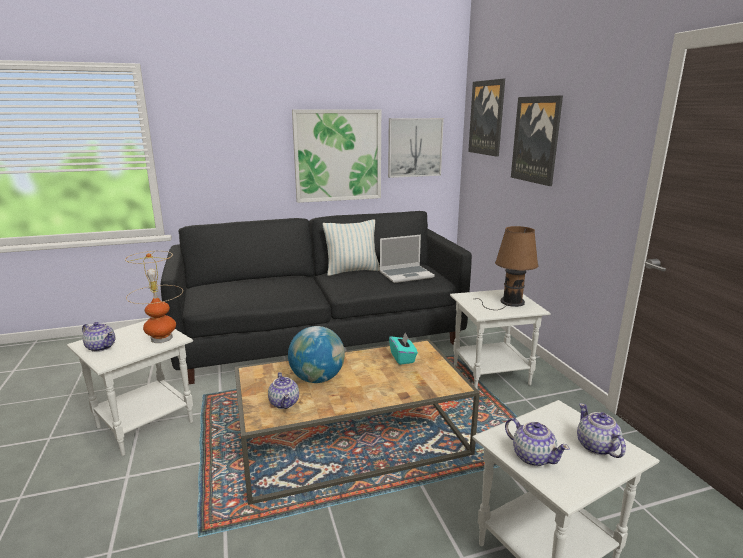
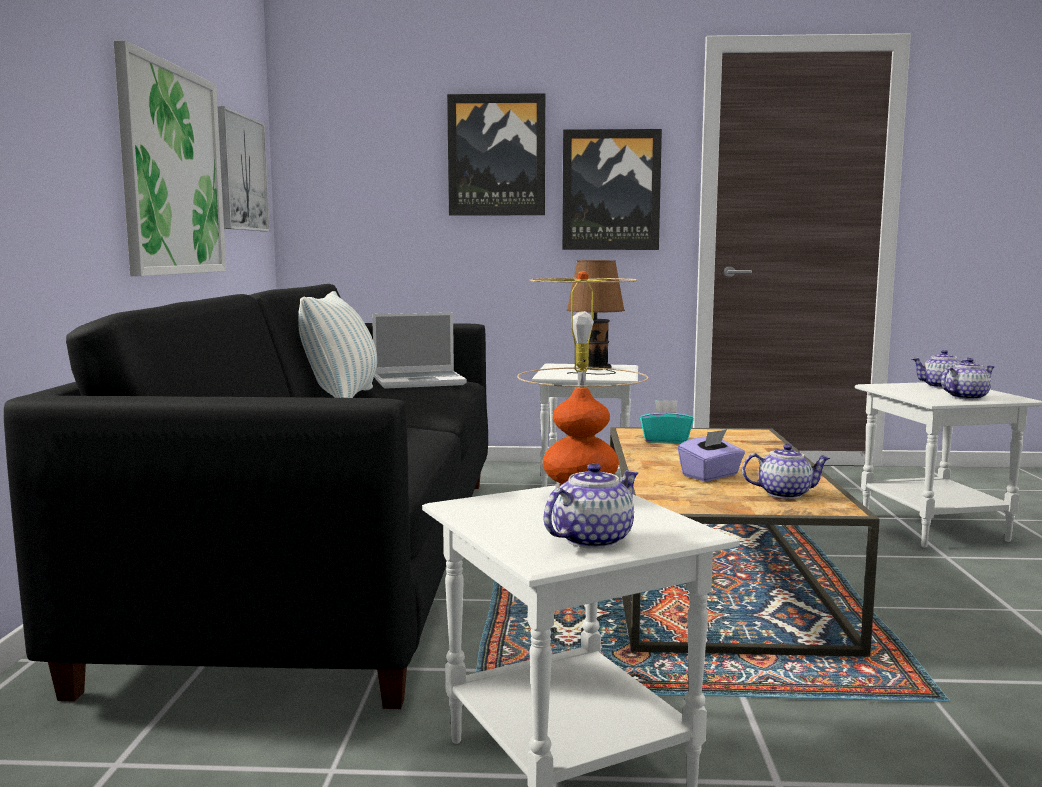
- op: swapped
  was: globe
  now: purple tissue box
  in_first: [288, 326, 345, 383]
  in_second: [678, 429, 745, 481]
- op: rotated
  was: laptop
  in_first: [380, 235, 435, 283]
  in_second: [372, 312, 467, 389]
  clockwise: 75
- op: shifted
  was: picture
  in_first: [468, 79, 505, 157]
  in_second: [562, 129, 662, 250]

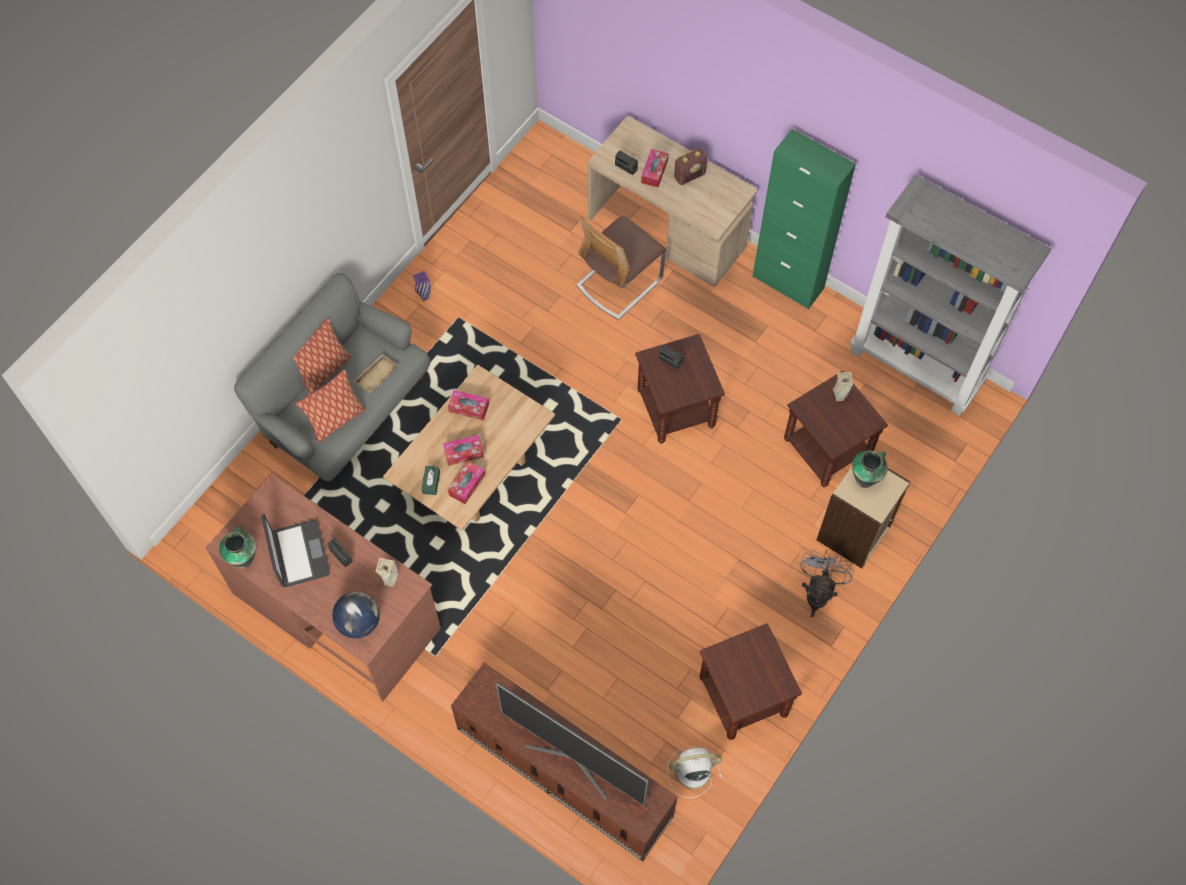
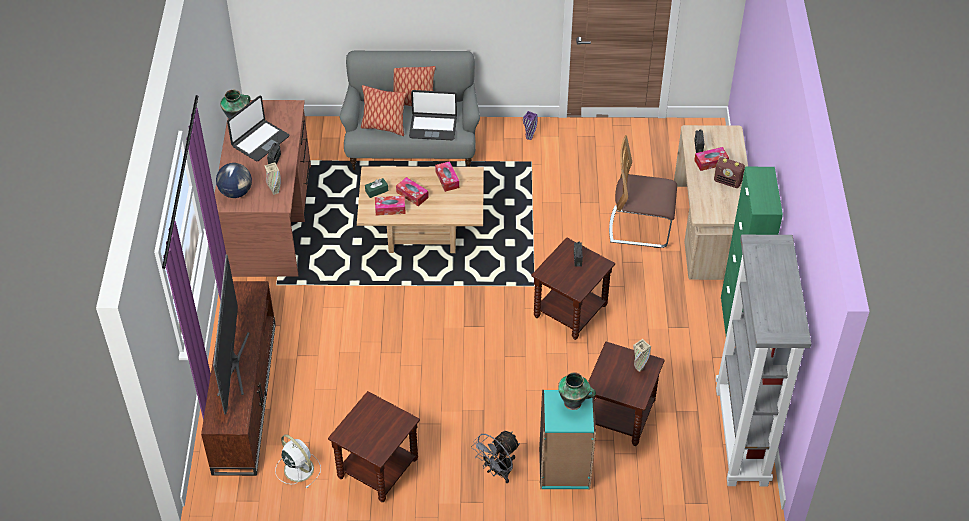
- op: swapped
  was: beige tray
  now: laptop
  in_first: [354, 354, 398, 393]
  in_second: [409, 90, 457, 140]
- op: rotated
  was: grey fan
  in_first: [800, 549, 854, 617]
  in_second: [471, 431, 520, 483]
  clockwise: 150
- op: repainted
  was: beige bookcase
  now: turquoise bookcase
  in_first: [816, 467, 910, 568]
  in_second: [539, 390, 596, 490]

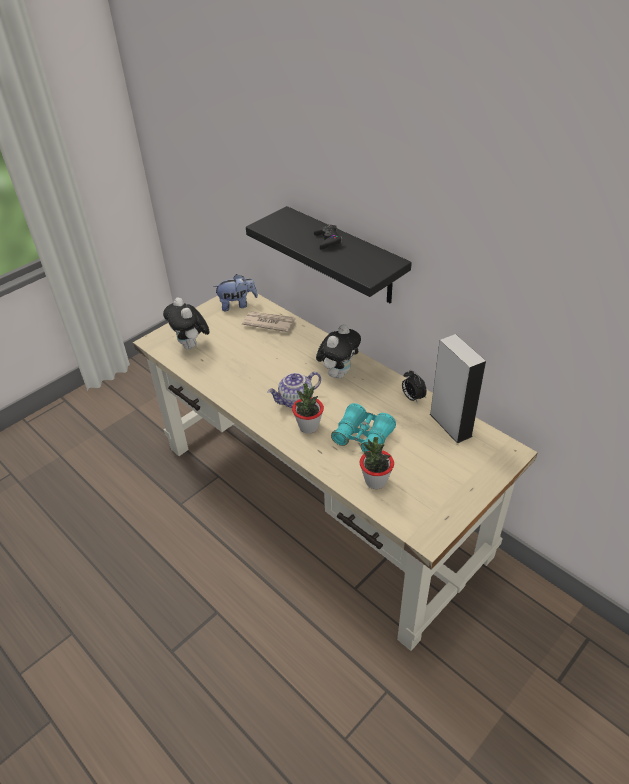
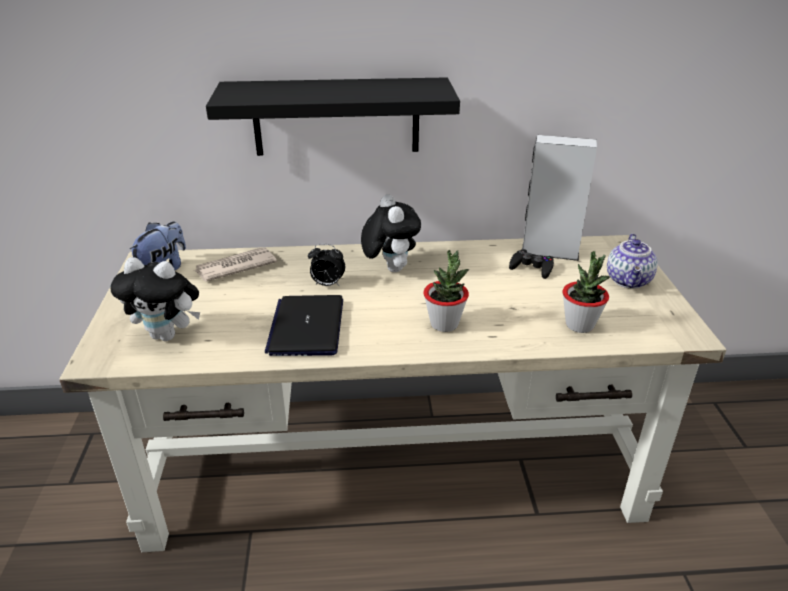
- op: shifted
  was: teapot
  in_first: [267, 372, 321, 408]
  in_second: [607, 233, 658, 289]
- op: shifted
  was: black game controller
  in_first: [314, 225, 342, 249]
  in_second: [509, 249, 554, 279]
- op: gone
  was: turquoise binoculars
  in_first: [331, 403, 396, 452]
- op: shifted
  was: alarm clock
  in_first: [402, 370, 427, 404]
  in_second: [308, 244, 345, 286]
- op: new
  now: laptop
  in_second: [265, 295, 343, 356]

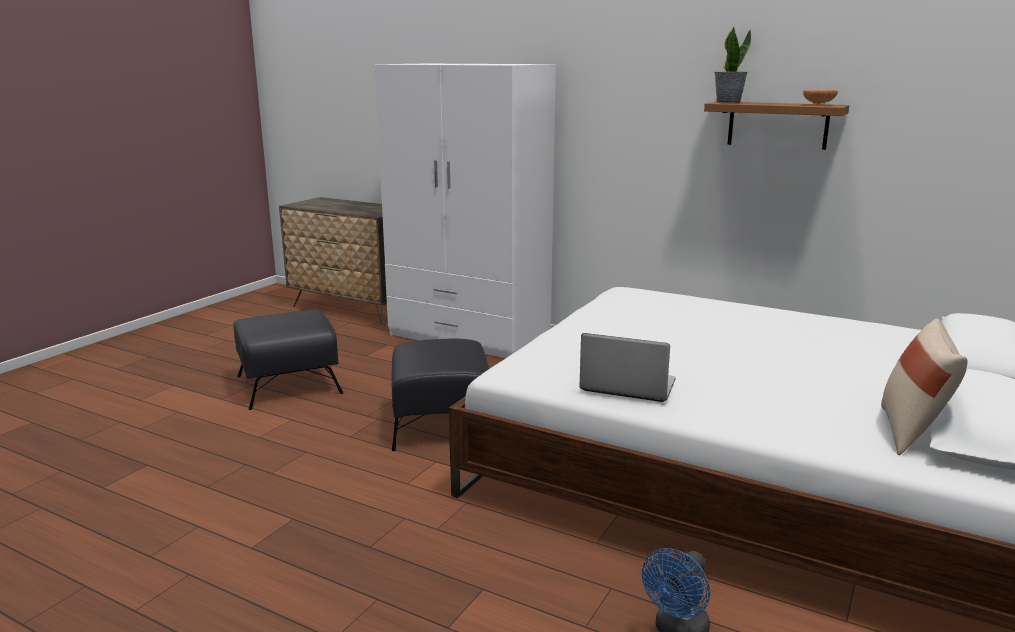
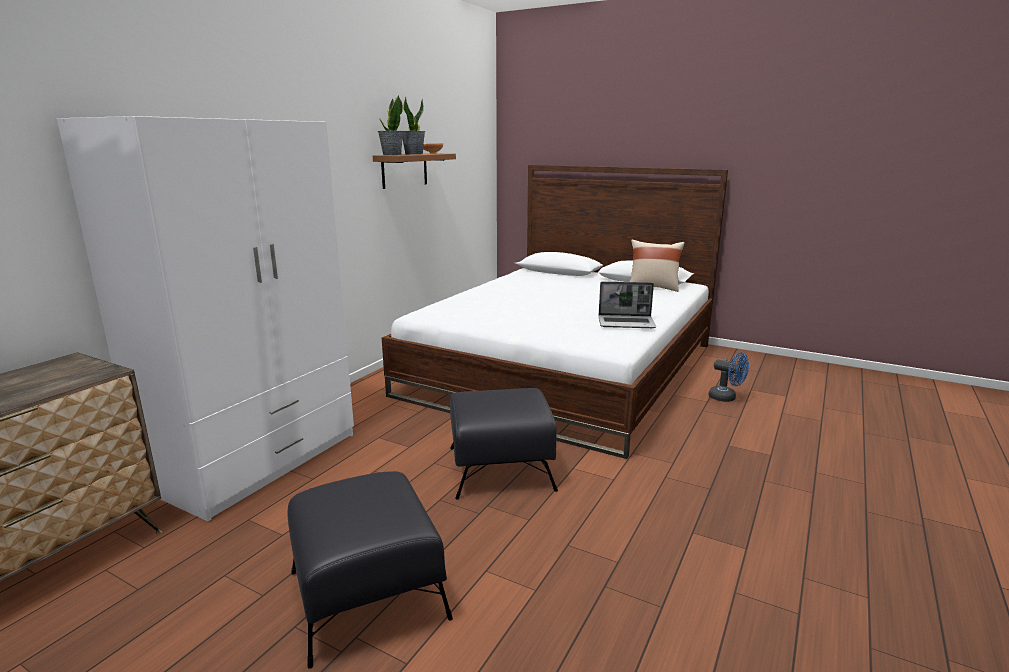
- op: rotated
  was: laptop
  in_first: [579, 333, 676, 402]
  in_second: [599, 282, 656, 328]
  clockwise: -105
- op: new
  now: potted plant
  in_second: [402, 96, 425, 155]

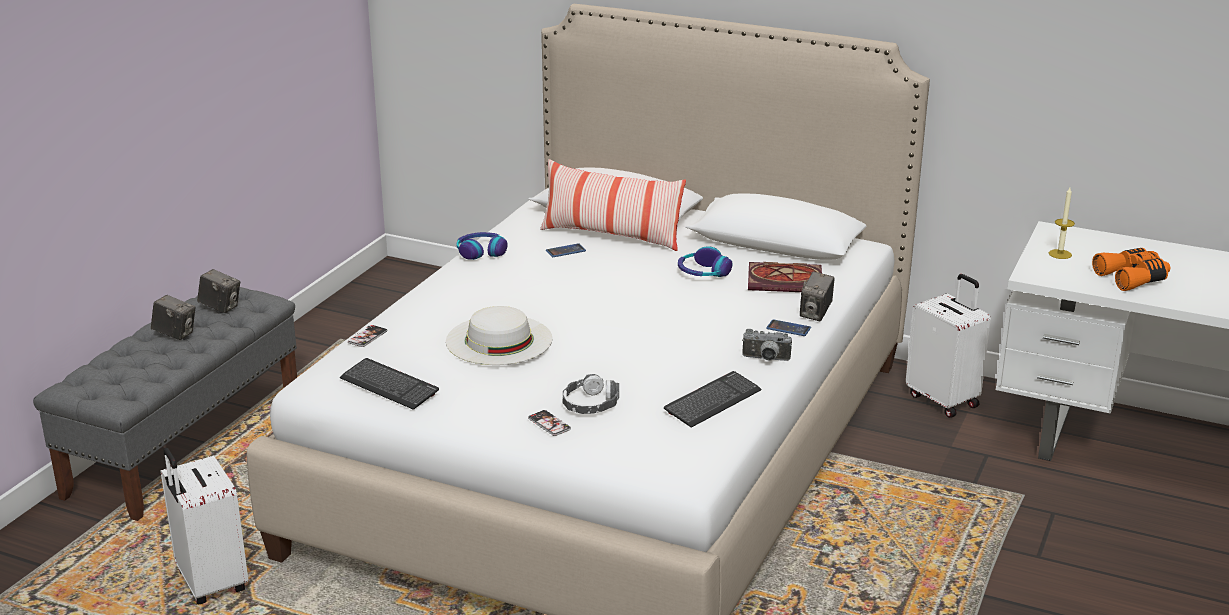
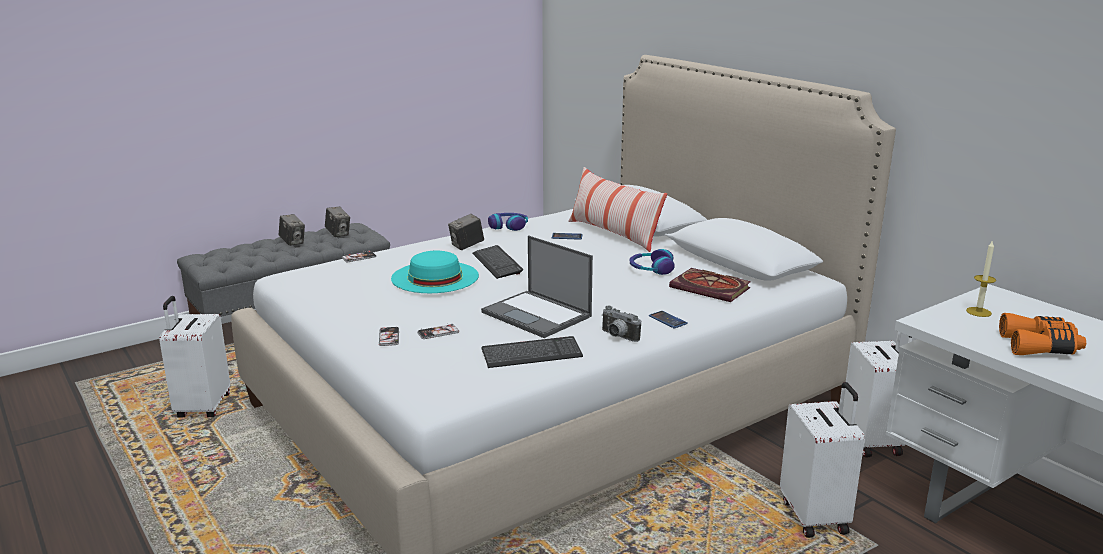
- op: shifted
  was: keyboard
  in_first: [340, 358, 439, 410]
  in_second: [472, 245, 523, 279]
- op: repainted
  was: white hat
  now: turquoise hat
  in_first: [446, 306, 553, 365]
  in_second: [391, 251, 479, 293]
- op: swapped
  was: headphones
  now: phone
  in_first: [563, 374, 619, 414]
  in_second: [417, 323, 459, 339]
- op: shifted
  was: photo camera
  in_first: [800, 271, 834, 322]
  in_second: [448, 213, 484, 250]
- op: new
  now: laptop
  in_second: [481, 235, 593, 338]
- op: new
  now: white suitcase
  in_second: [780, 382, 865, 538]

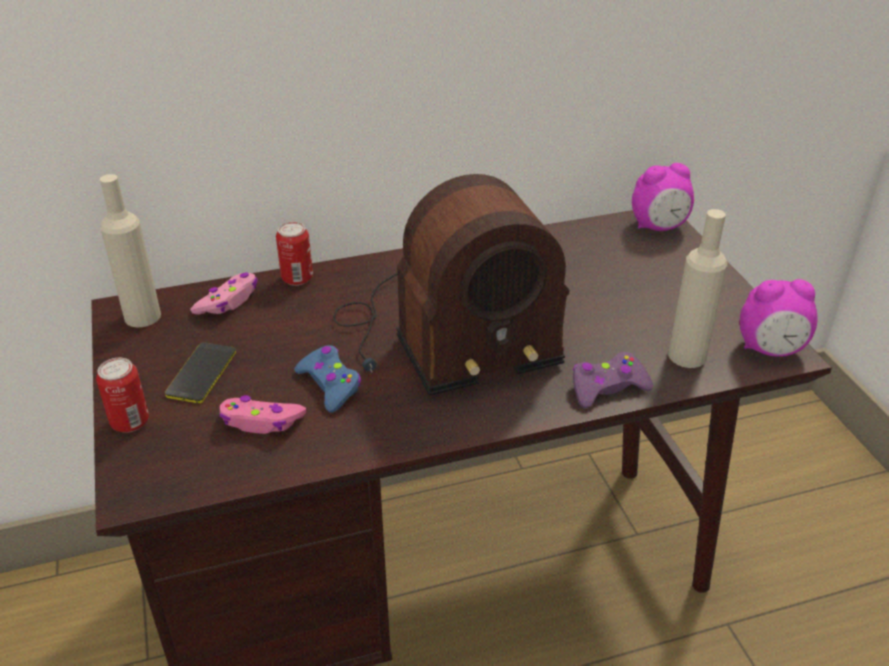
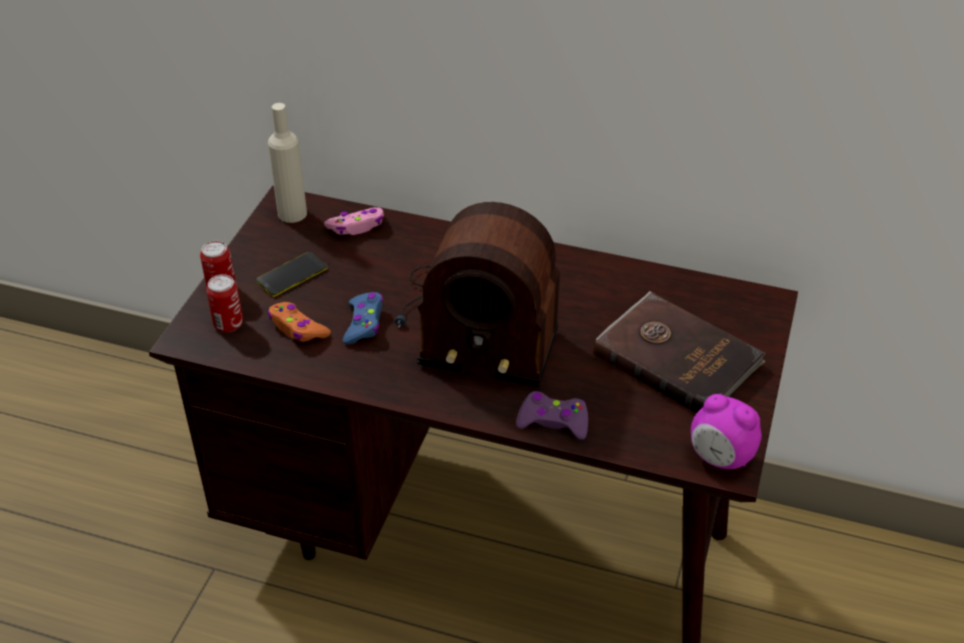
- op: repainted
  was: pink game controller
  now: orange game controller
  in_first: [219, 395, 306, 434]
  in_second: [267, 302, 331, 342]
- op: shifted
  was: can
  in_first: [276, 222, 313, 286]
  in_second: [206, 274, 243, 332]
- op: gone
  was: alarm clock
  in_first: [632, 163, 694, 231]
- op: gone
  was: beige bottle
  in_first: [668, 209, 727, 368]
- op: new
  now: brown book
  in_second: [594, 291, 765, 413]

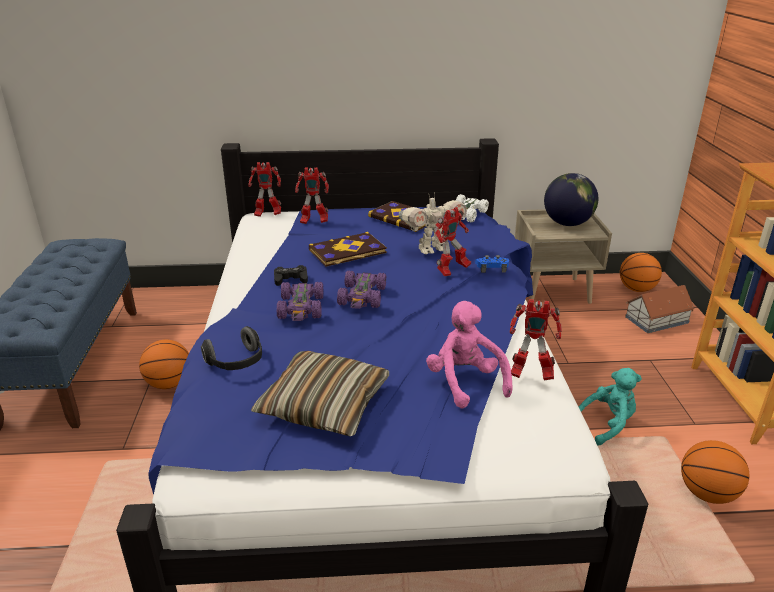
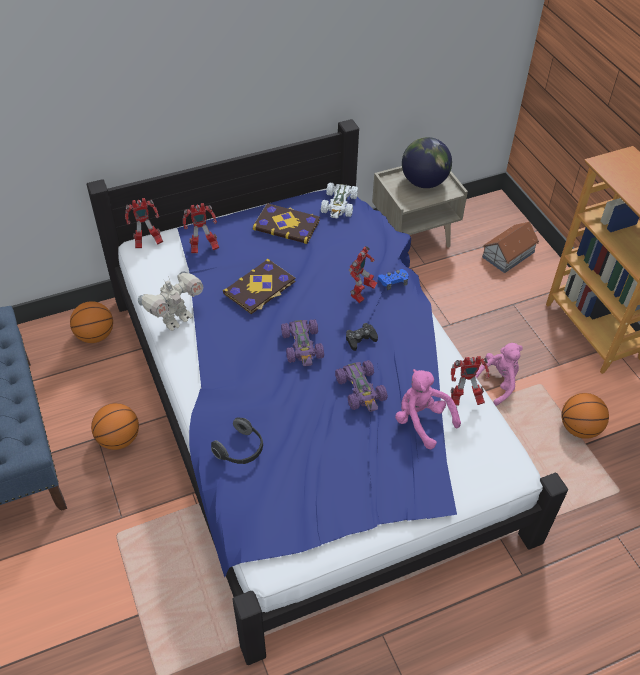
- op: gone
  was: pillow
  in_first: [251, 351, 389, 436]
- op: shifted
  was: black game controller
  in_first: [274, 265, 308, 286]
  in_second: [346, 323, 378, 351]
- op: shifted
  was: purple toy car
  in_first: [277, 282, 323, 321]
  in_second: [335, 360, 388, 412]
- op: shifted
  was: toy robot
  in_first: [399, 194, 467, 254]
  in_second: [138, 271, 204, 331]
- op: repainted
  was: turquoise plush toy
  now: pink plush toy
  in_first: [578, 368, 642, 445]
  in_second: [476, 343, 523, 406]
- op: shifted
  was: basketball
  in_first: [620, 253, 662, 292]
  in_second: [70, 301, 113, 343]

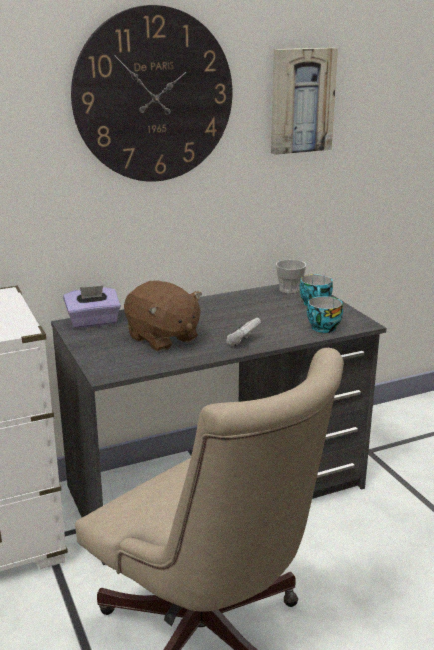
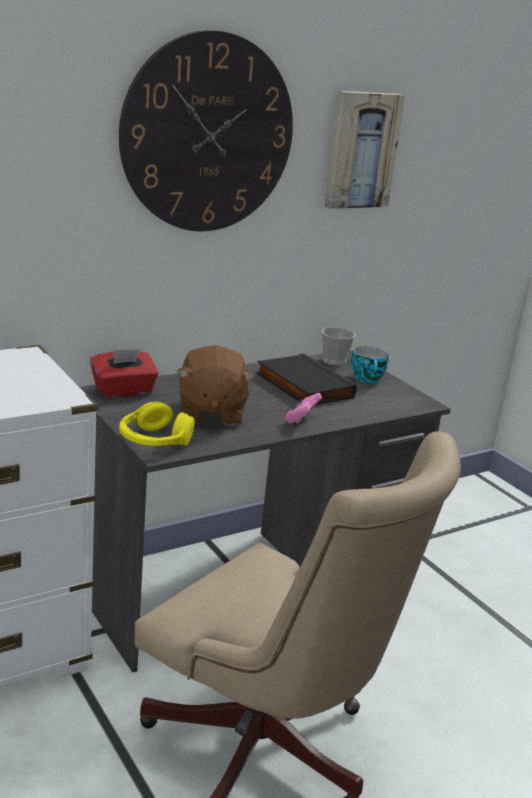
- op: repainted
  was: purple tissue box
  now: red tissue box
  in_first: [63, 286, 121, 329]
  in_second: [90, 349, 159, 398]
- op: rotated
  was: brown plush toy
  in_first: [124, 280, 202, 352]
  in_second: [177, 345, 255, 426]
  clockwise: 45
- op: repainted
  was: white game controller
  now: pink game controller
  in_first: [226, 318, 261, 346]
  in_second: [285, 393, 322, 424]
- op: gone
  was: cup
  in_first: [307, 296, 343, 333]
- op: new
  now: yellow headphones
  in_second: [119, 402, 195, 446]
- op: new
  now: black book
  in_second: [256, 354, 357, 405]

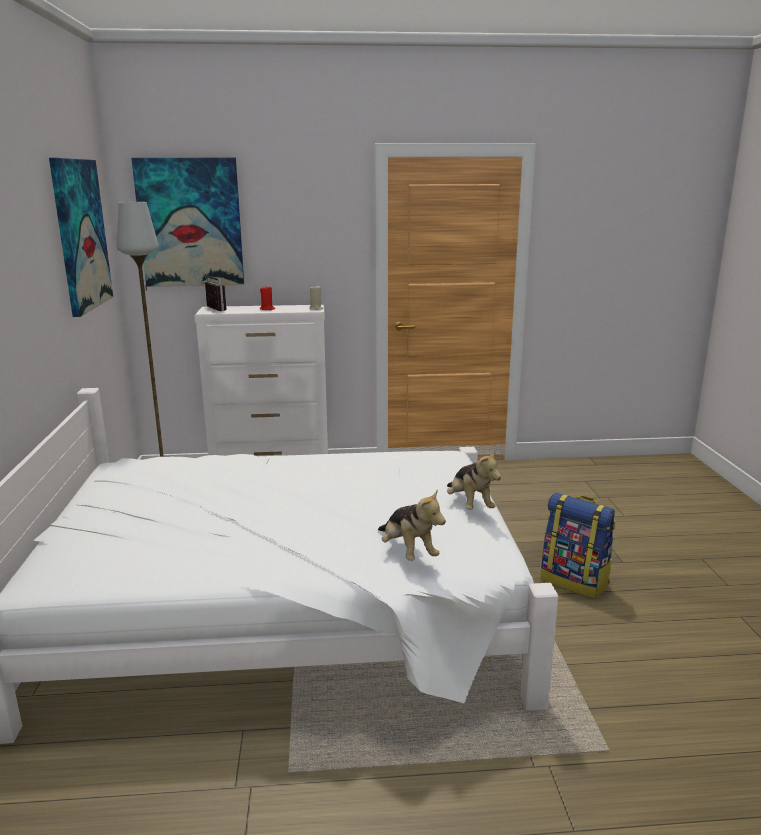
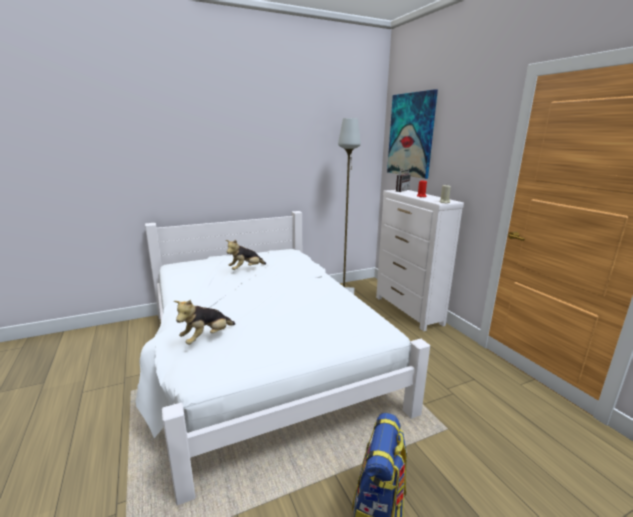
- op: gone
  was: picture
  in_first: [49, 158, 113, 317]
- op: shifted
  was: plush toy
  in_first: [447, 450, 501, 510]
  in_second: [226, 240, 266, 270]

